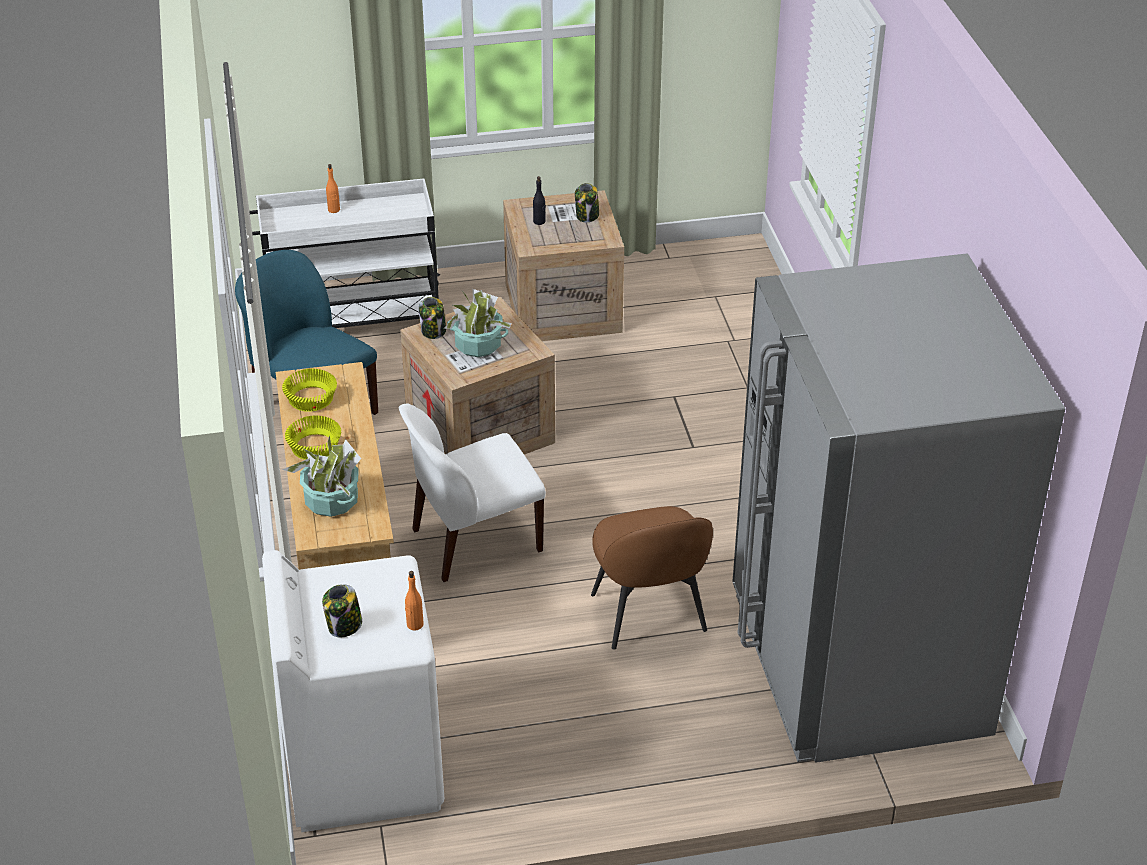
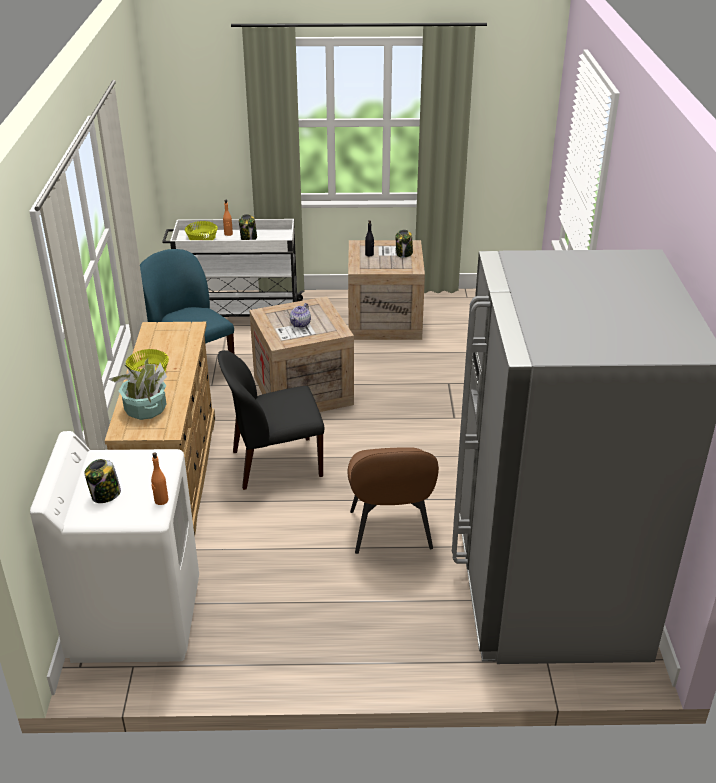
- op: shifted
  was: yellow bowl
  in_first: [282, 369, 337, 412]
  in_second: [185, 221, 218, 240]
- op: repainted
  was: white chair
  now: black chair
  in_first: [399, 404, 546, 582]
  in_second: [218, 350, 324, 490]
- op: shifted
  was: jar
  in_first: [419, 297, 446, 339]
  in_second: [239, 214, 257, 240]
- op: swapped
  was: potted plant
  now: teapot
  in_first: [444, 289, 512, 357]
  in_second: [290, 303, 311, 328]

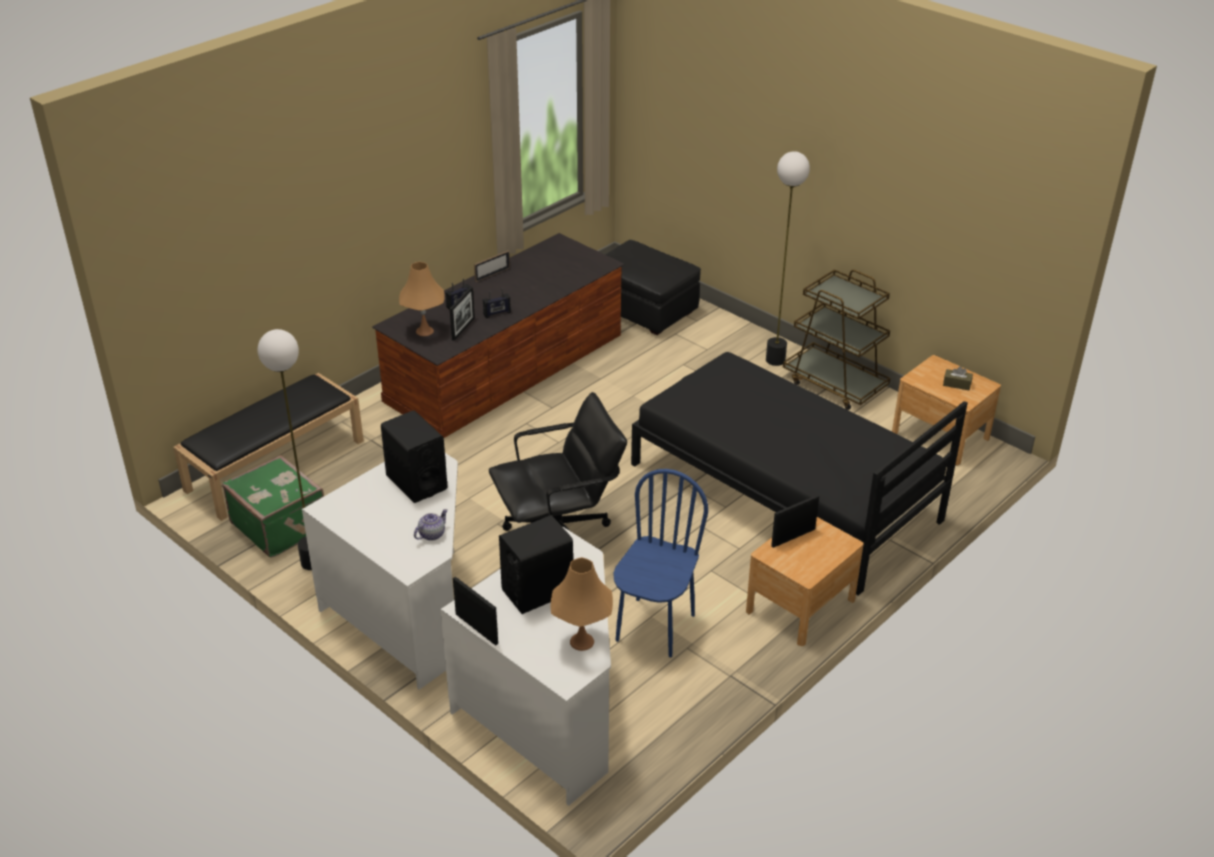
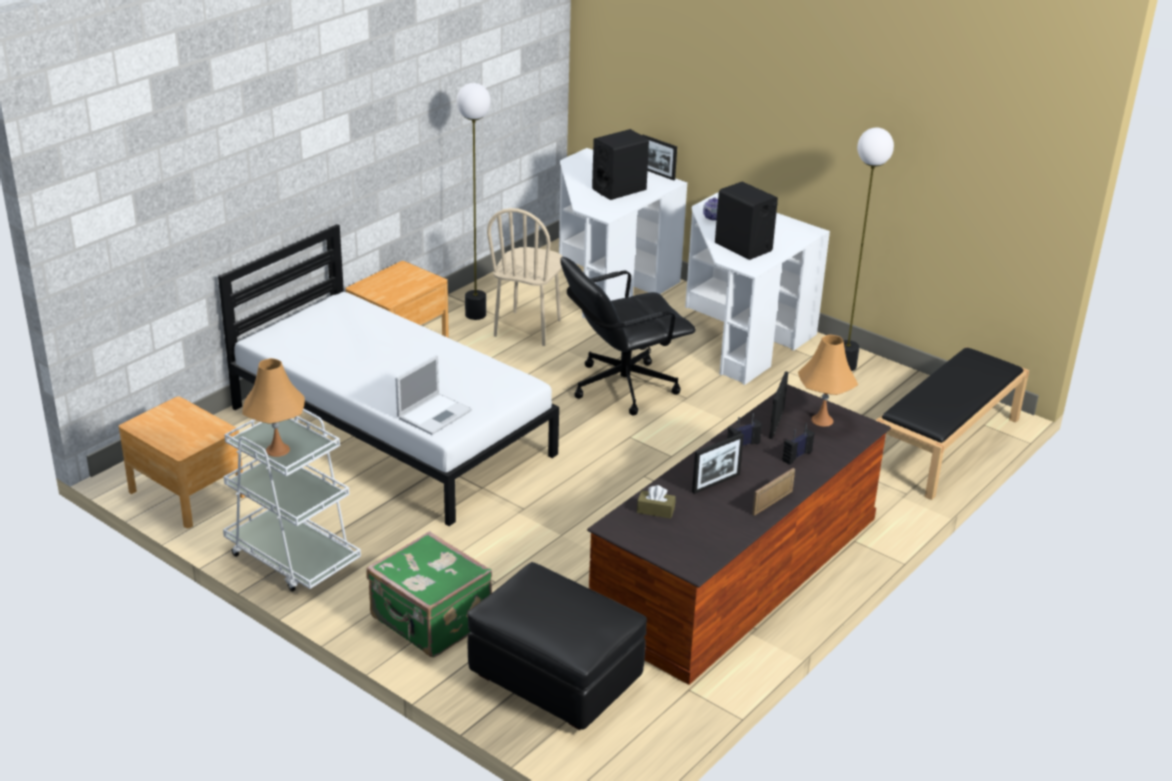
- op: shifted
  was: green suitcase
  in_first: [222, 455, 324, 558]
  in_second: [366, 531, 492, 657]
- op: shifted
  was: orange table lamp
  in_first: [551, 557, 613, 651]
  in_second: [242, 358, 305, 457]
- op: repainted
  was: blue chair
  now: beige chair
  in_first: [613, 469, 708, 657]
  in_second: [487, 208, 563, 346]
- op: repainted
  was: black bed
  now: white bed
  in_first: [631, 352, 968, 596]
  in_second: [218, 224, 559, 526]
- op: shifted
  was: floor lamp
  in_first: [766, 151, 810, 366]
  in_second: [456, 83, 491, 320]
- op: shifted
  was: picture frame
  in_first: [771, 495, 819, 548]
  in_second: [692, 433, 744, 494]
- op: repainted
  was: brown cart
  now: white cart
  in_first: [783, 269, 891, 410]
  in_second: [223, 409, 361, 592]
- op: shifted
  was: brown tissue box
  in_first: [943, 366, 973, 390]
  in_second: [637, 485, 676, 519]
- op: new
  now: laptop
  in_second: [396, 355, 472, 435]

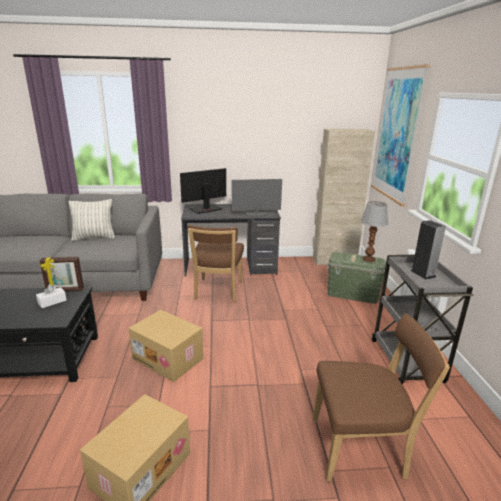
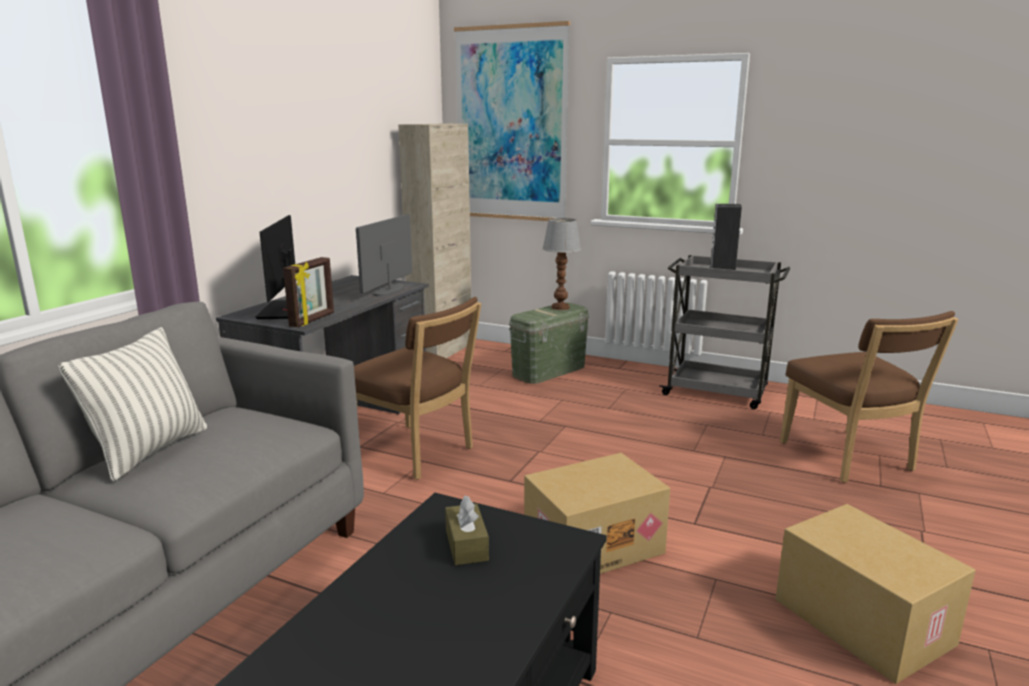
- op: repainted
  was: white tissue box
  now: brown tissue box
  in_first: [36, 284, 67, 308]
  in_second: [445, 496, 489, 565]
- op: shifted
  was: picture frame
  in_first: [39, 257, 84, 291]
  in_second: [283, 257, 334, 327]
- op: rotated
  was: brown chair
  in_first: [313, 313, 450, 482]
  in_second: [780, 311, 959, 483]
  clockwise: 135

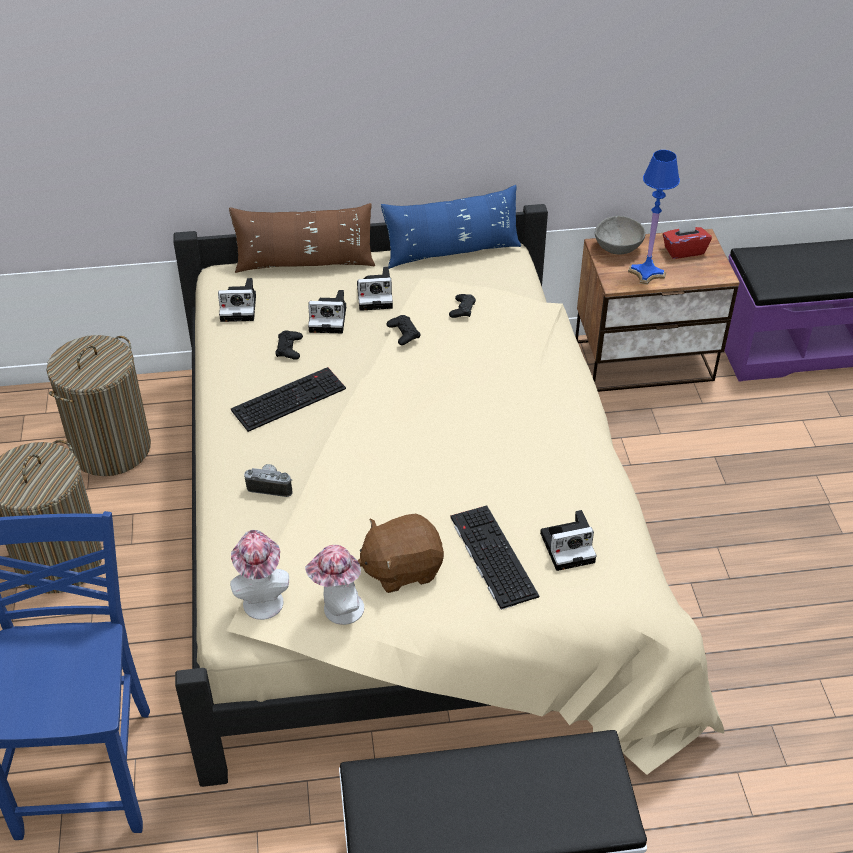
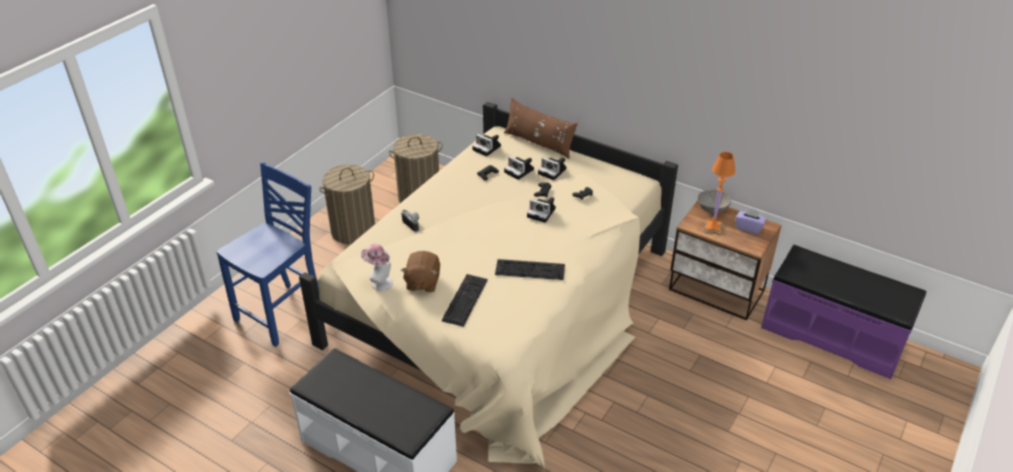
- op: gone
  was: hat
  in_first: [230, 530, 289, 620]
- op: shifted
  was: keyboard
  in_first: [231, 367, 346, 432]
  in_second: [495, 259, 565, 280]
- op: rotated
  was: brown plush toy
  in_first: [358, 513, 444, 593]
  in_second: [401, 251, 440, 292]
  clockwise: -105
- op: gone
  was: blue pillow
  in_first: [381, 185, 521, 269]
- op: shifted
  was: photo camera
  in_first: [540, 510, 596, 571]
  in_second: [527, 197, 556, 223]
- op: repainted
  was: blue table lamp
  now: orange table lamp
  in_first: [628, 150, 680, 285]
  in_second: [702, 152, 736, 235]
- op: repainted
  was: red tissue box
  now: purple tissue box
  in_first: [663, 220, 712, 259]
  in_second: [736, 208, 766, 234]

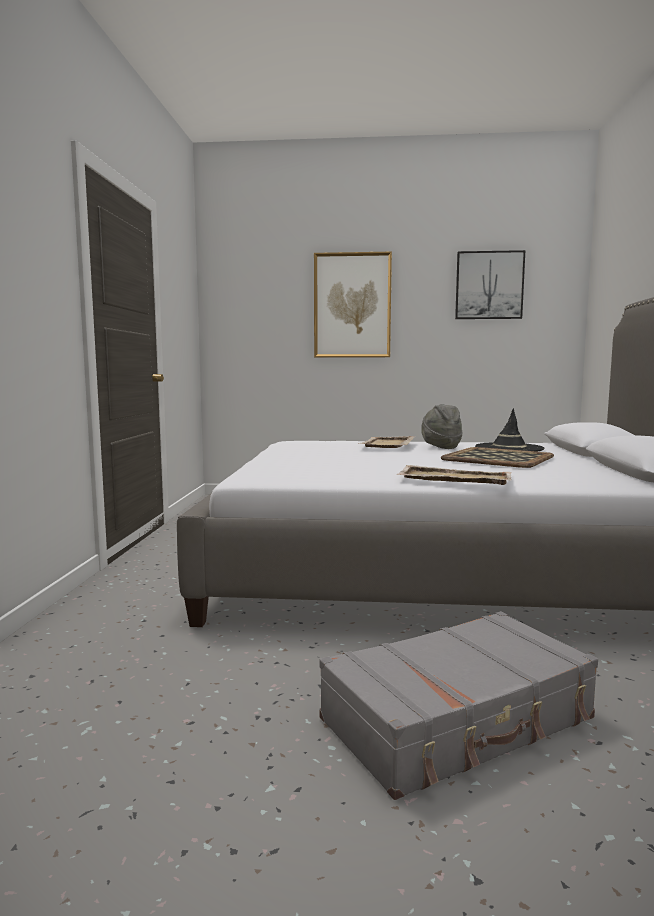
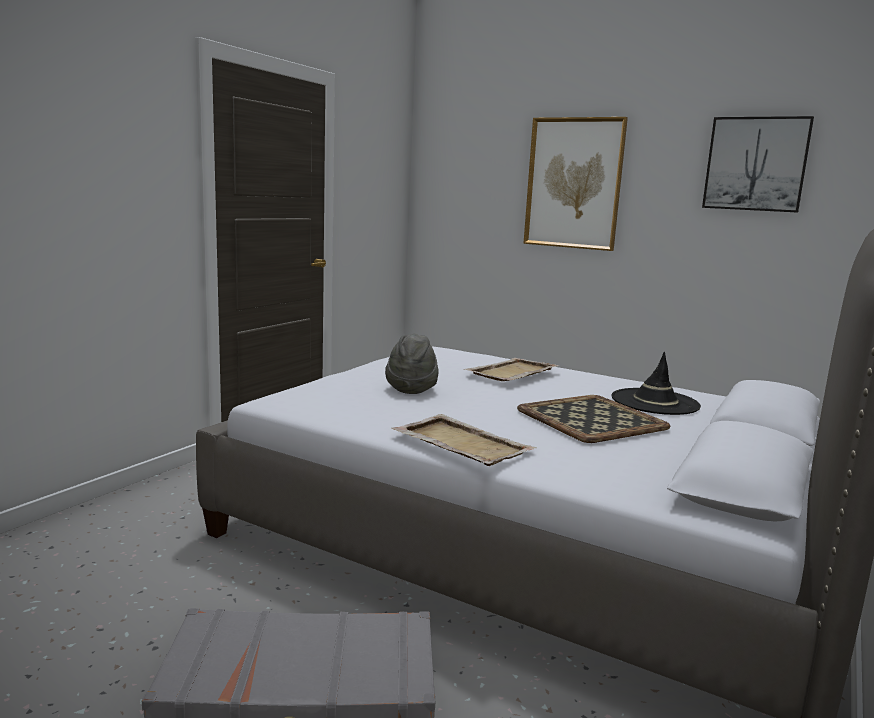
- op: shifted
  was: grey hat
  in_first: [421, 404, 463, 449]
  in_second: [385, 334, 439, 394]

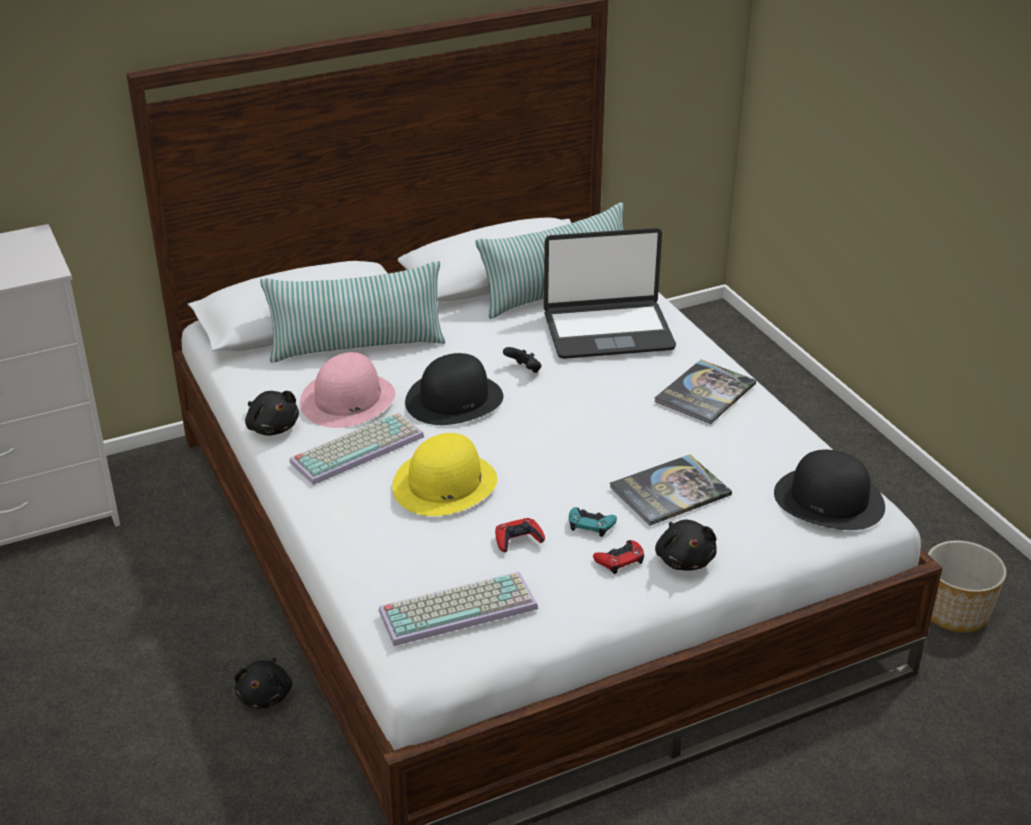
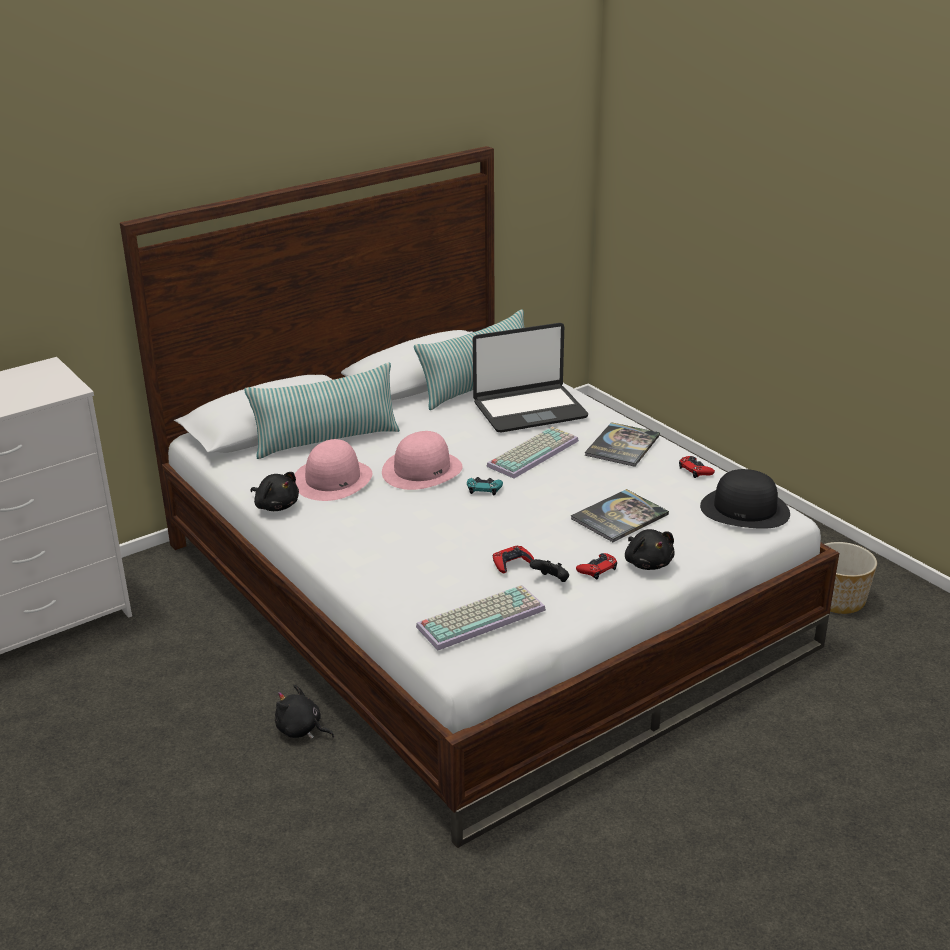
- op: rotated
  was: black plush toy
  in_first: [234, 658, 292, 708]
  in_second: [275, 685, 334, 739]
  clockwise: 120
- op: shifted
  was: keyboard
  in_first: [289, 412, 424, 485]
  in_second: [486, 427, 579, 479]
- op: gone
  was: yellow hat
  in_first: [392, 433, 497, 516]
- op: repainted
  was: black hat
  now: pink hat
  in_first: [405, 353, 503, 425]
  in_second: [382, 431, 463, 490]
- op: shifted
  was: black game controller
  in_first: [503, 347, 541, 373]
  in_second: [530, 559, 569, 582]
- op: shifted
  was: turquoise game controller
  in_first: [569, 507, 617, 537]
  in_second: [467, 477, 503, 495]
- op: new
  now: red game controller
  in_second: [679, 456, 715, 478]

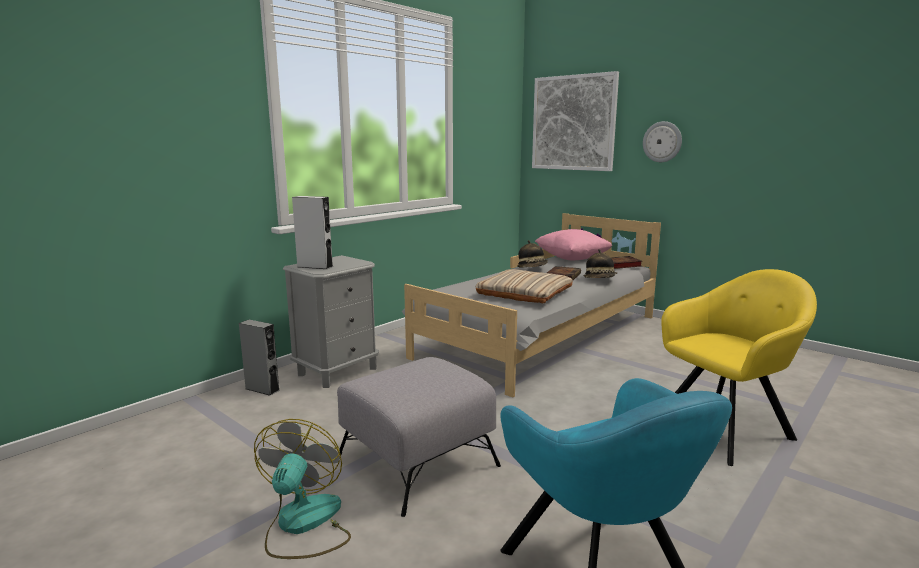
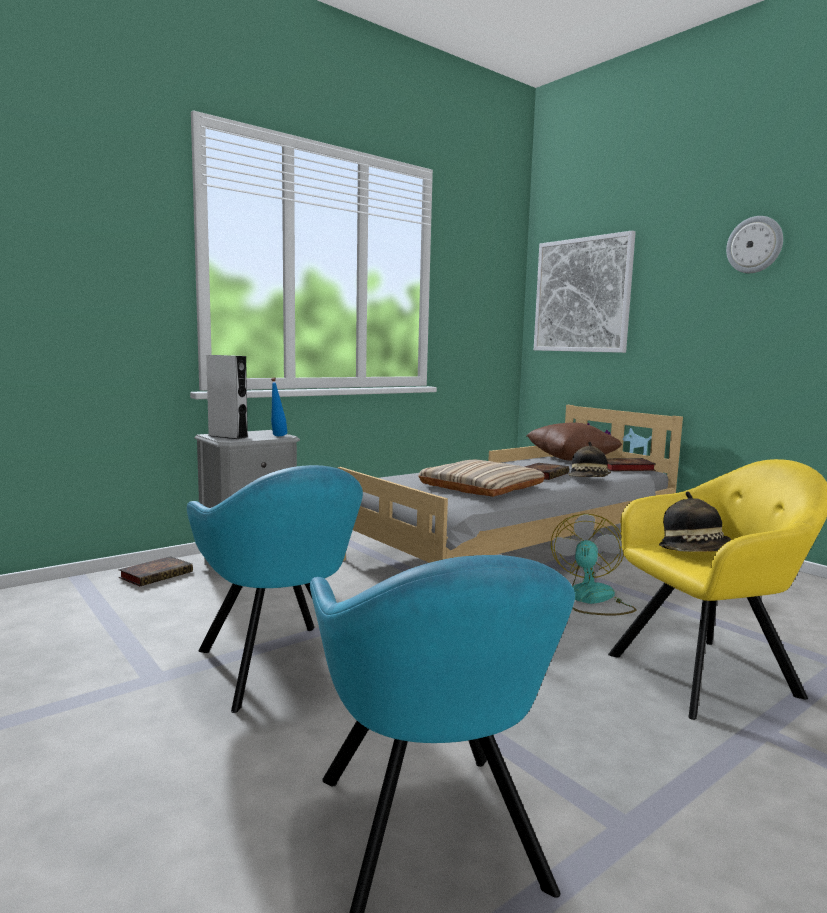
- op: swapped
  was: grey speaker
  now: book
  in_first: [239, 320, 280, 396]
  in_second: [118, 556, 193, 586]
- op: shifted
  was: fan
  in_first: [254, 419, 351, 559]
  in_second: [551, 514, 636, 616]
- op: swapped
  was: grey ottoman
  now: turquoise armchair
  in_first: [337, 357, 501, 517]
  in_second: [187, 465, 363, 713]
- op: shifted
  was: hat
  in_first: [517, 240, 548, 268]
  in_second: [659, 491, 731, 552]
- op: repainted
  was: pink pillow
  now: brown pillow
  in_first: [535, 229, 612, 261]
  in_second: [527, 423, 622, 461]
- op: shifted
  was: wall clock
  in_first: [643, 121, 682, 162]
  in_second: [726, 216, 783, 273]
- op: new
  now: blue bottle
  in_second: [271, 377, 287, 436]

